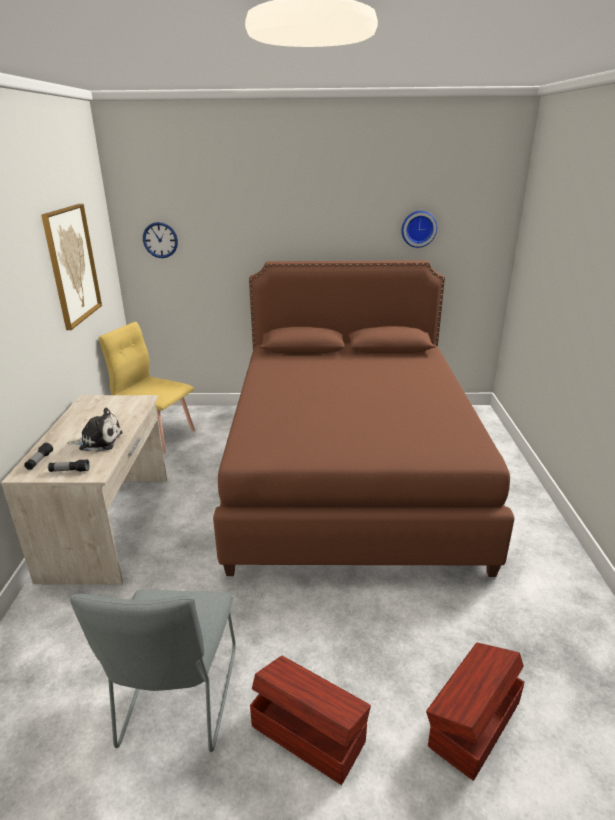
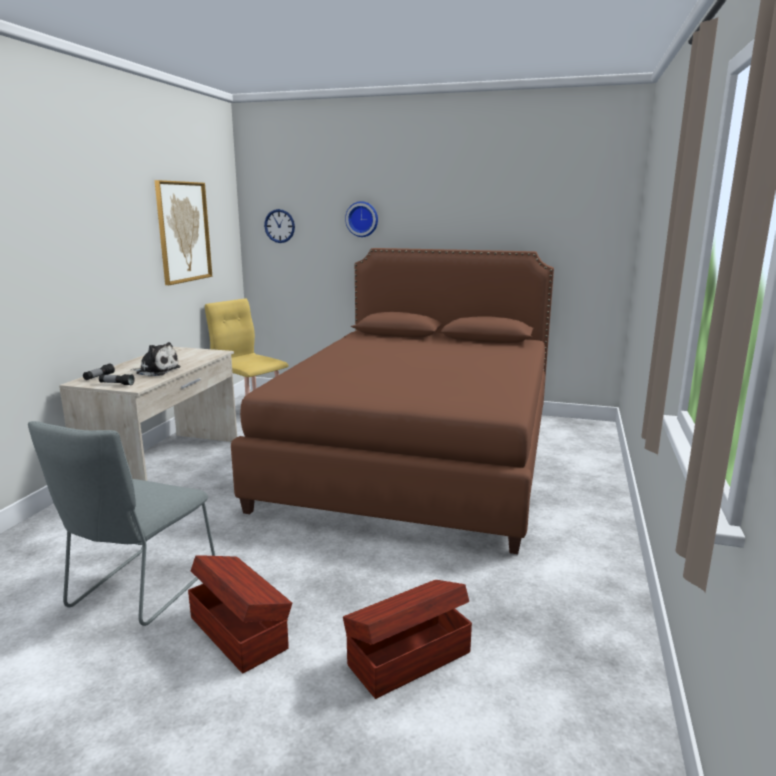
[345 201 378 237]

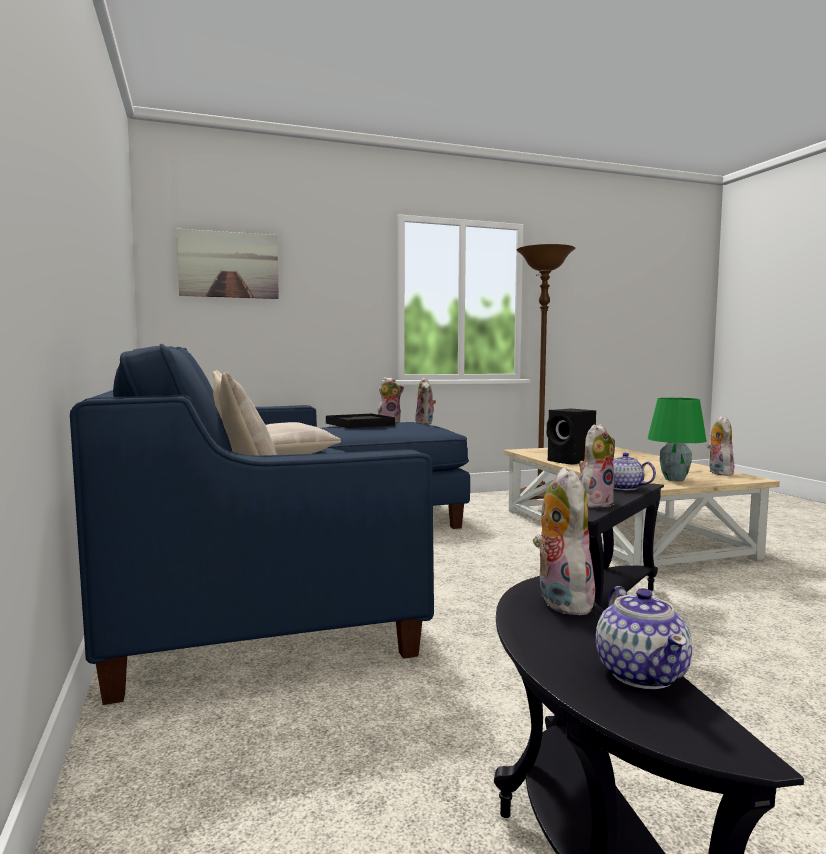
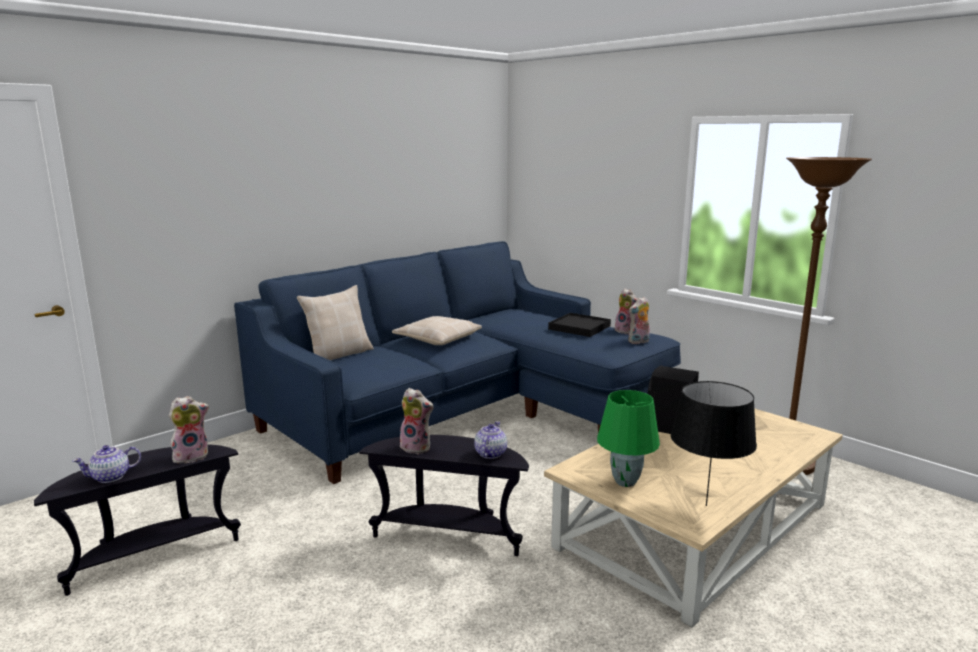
[177 229 279 299] (first image)
[671 381 757 506]

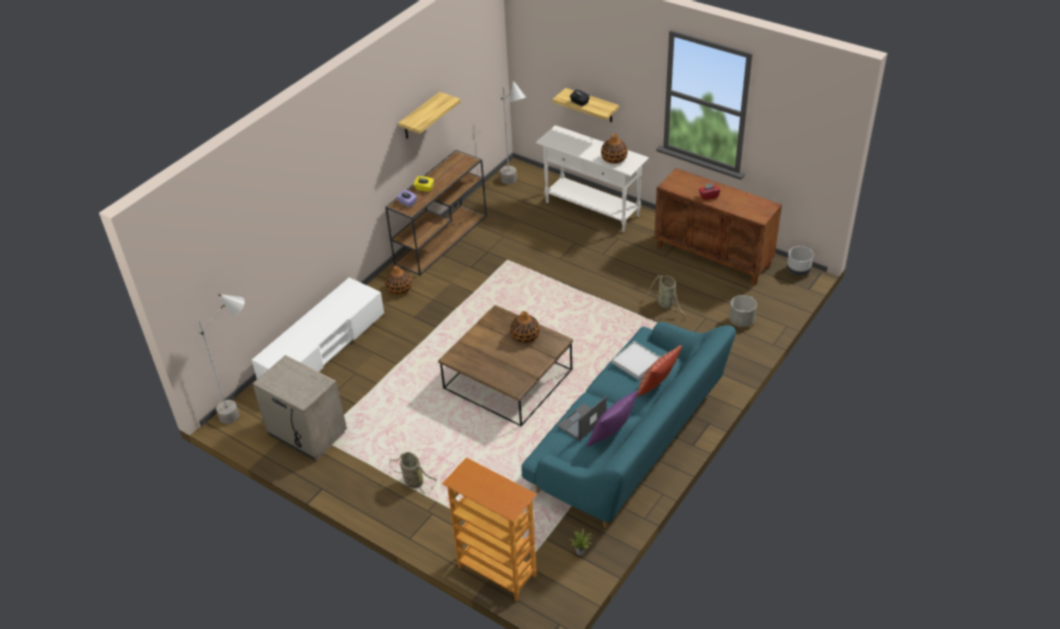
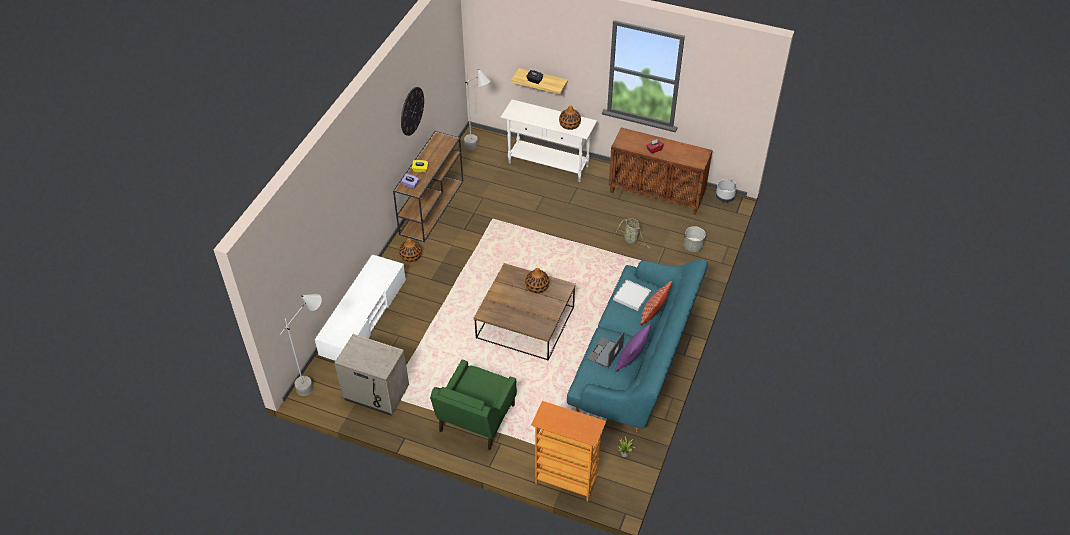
[401 87 424 136]
[430 360 517 450]

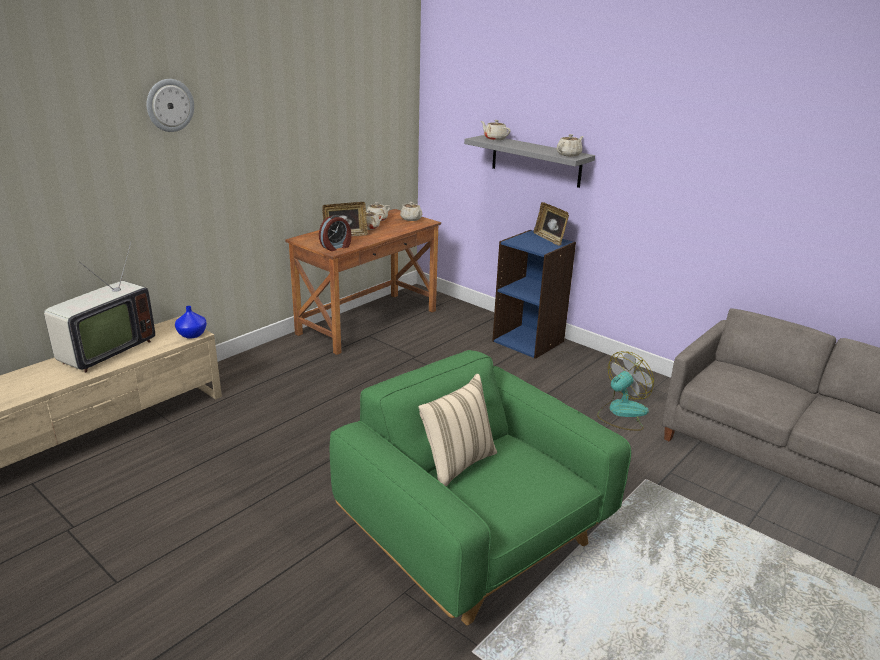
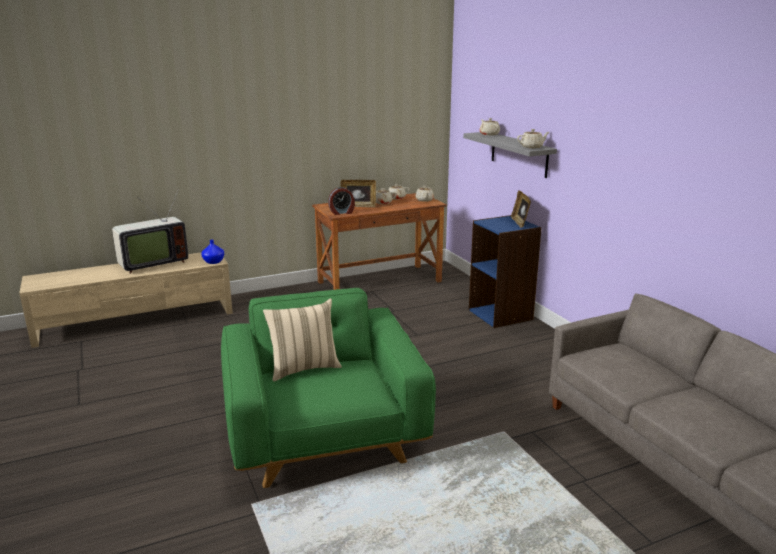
[146 79 194 132] (first image)
[597 351 654 431] (first image)

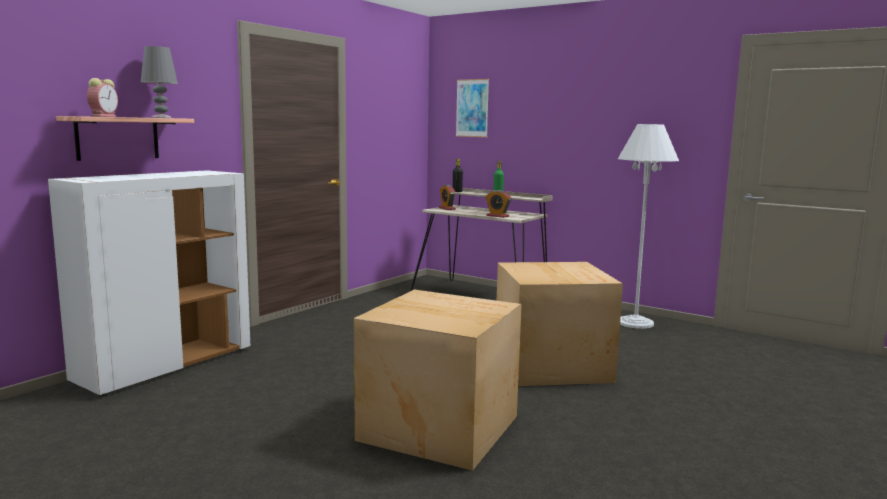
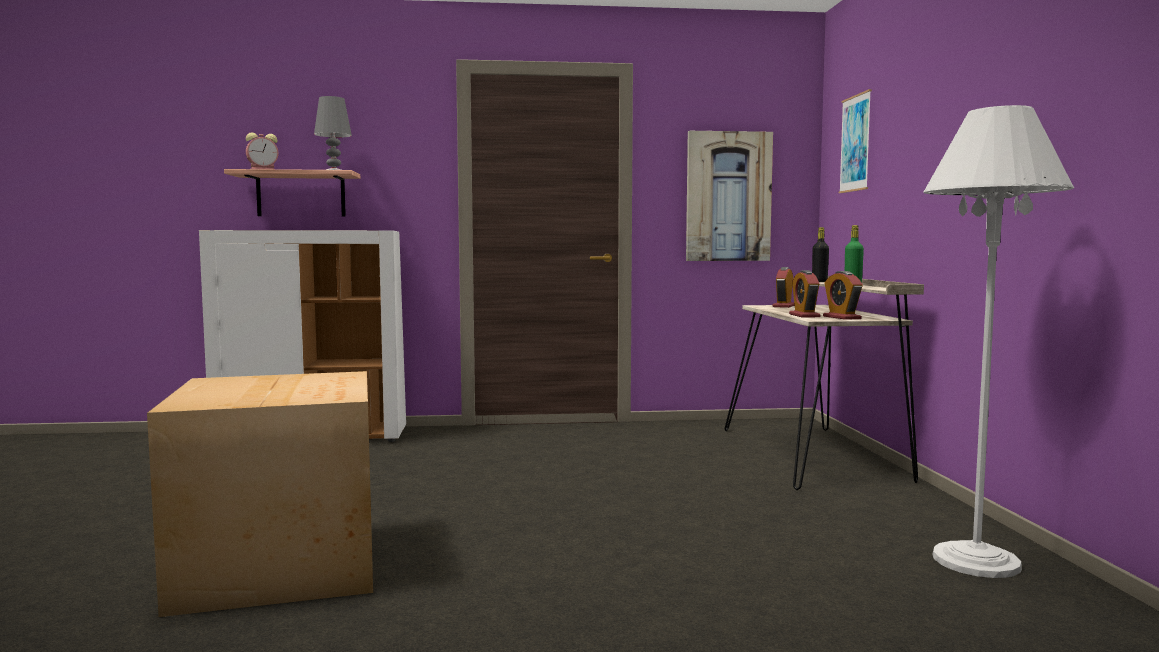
[496 262 623 386] (first image)
[686 131 773 261]
[823 271 863 320]

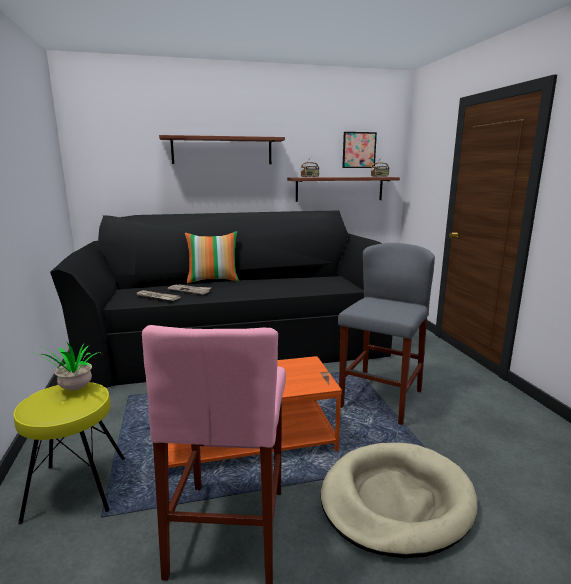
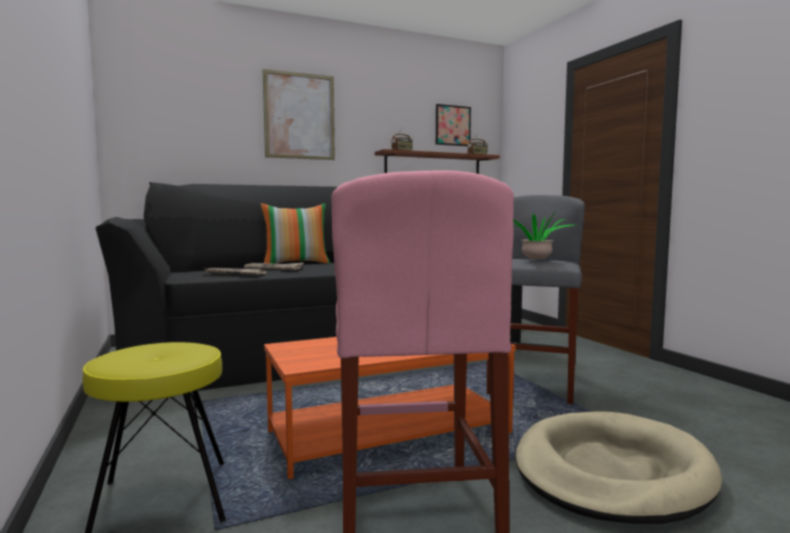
[263 69 335 160]
[513 213 573 261]

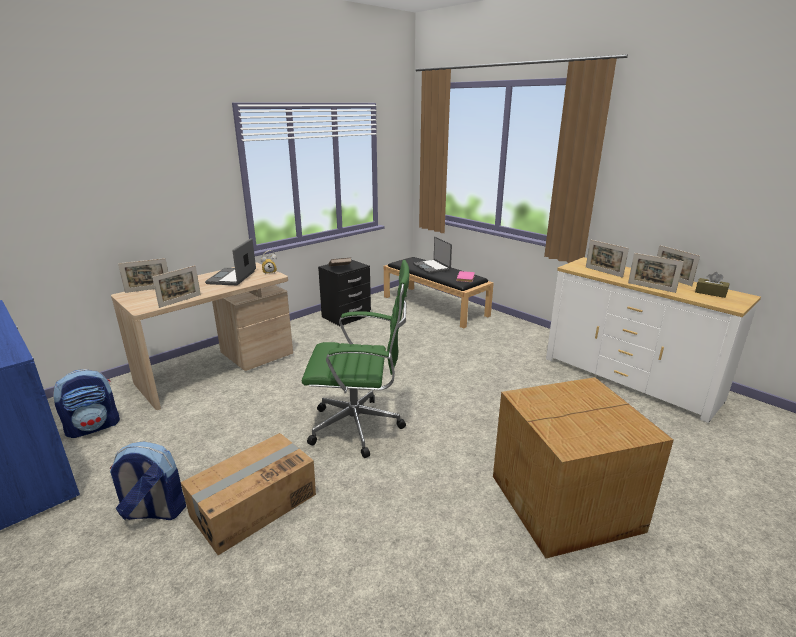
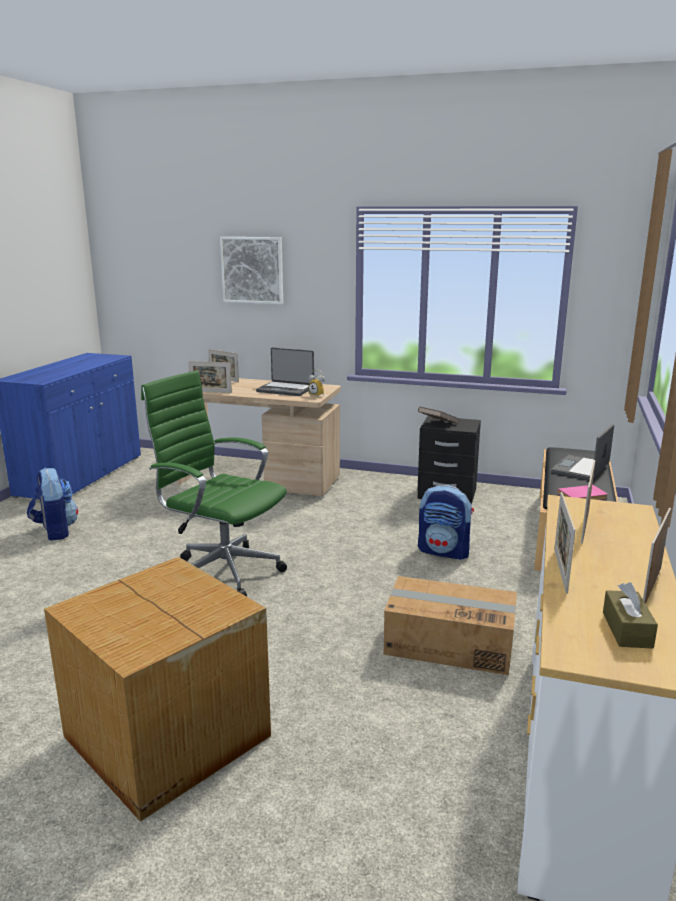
[256 348 314 396]
[141 371 287 597]
[418 485 474 560]
[383 576 517 675]
[220 237 283 304]

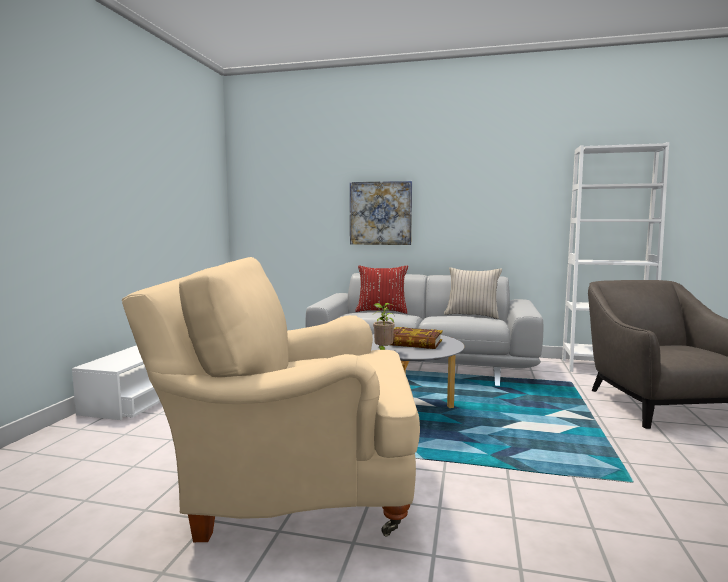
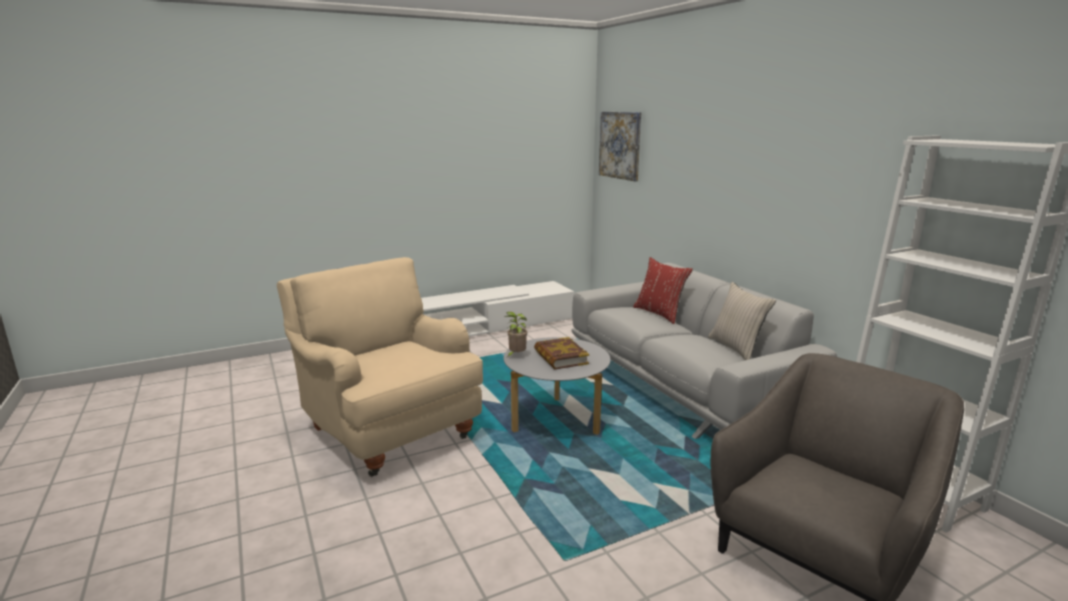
[599 112 641 181]

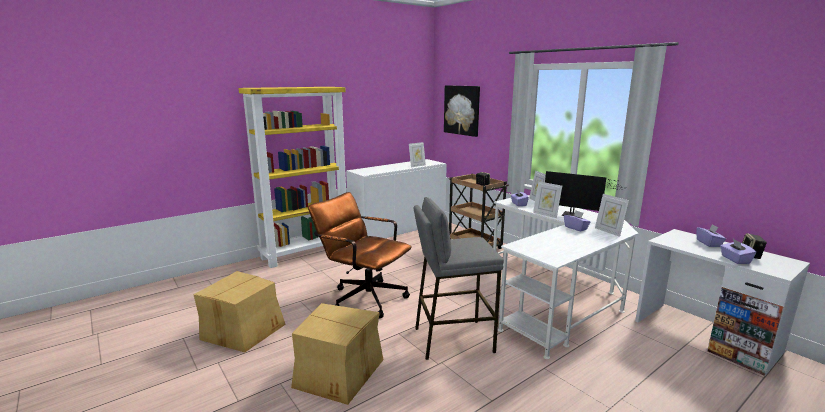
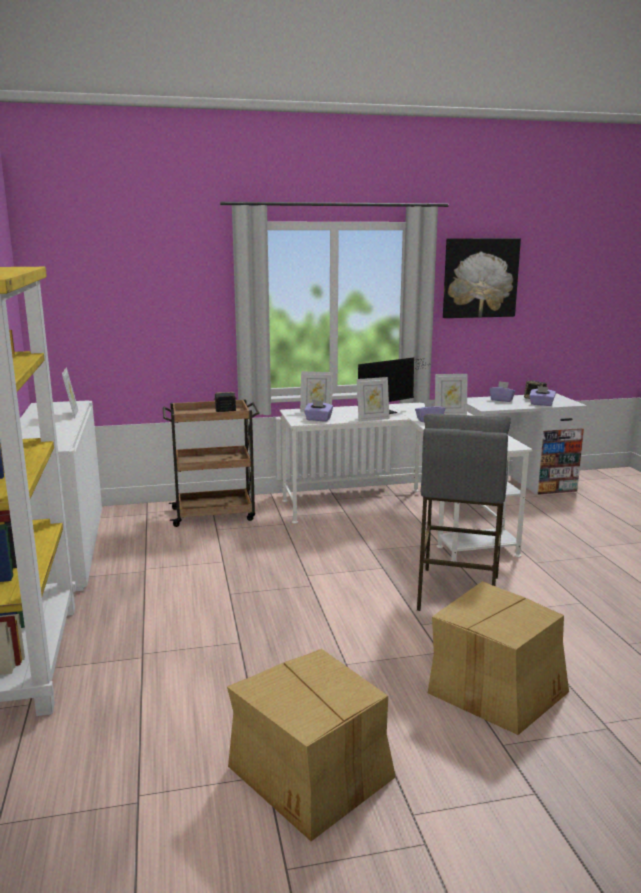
[443 238 521 318]
[308 192 412 318] (first image)

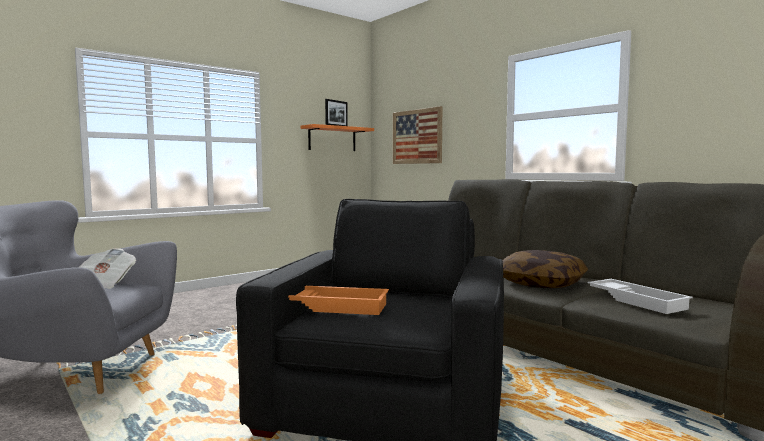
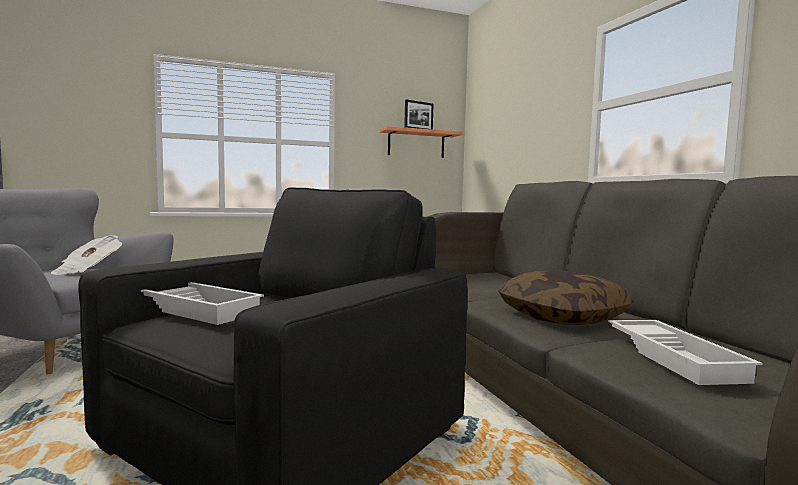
[393 106 442 164] (first image)
[141 282 264 325]

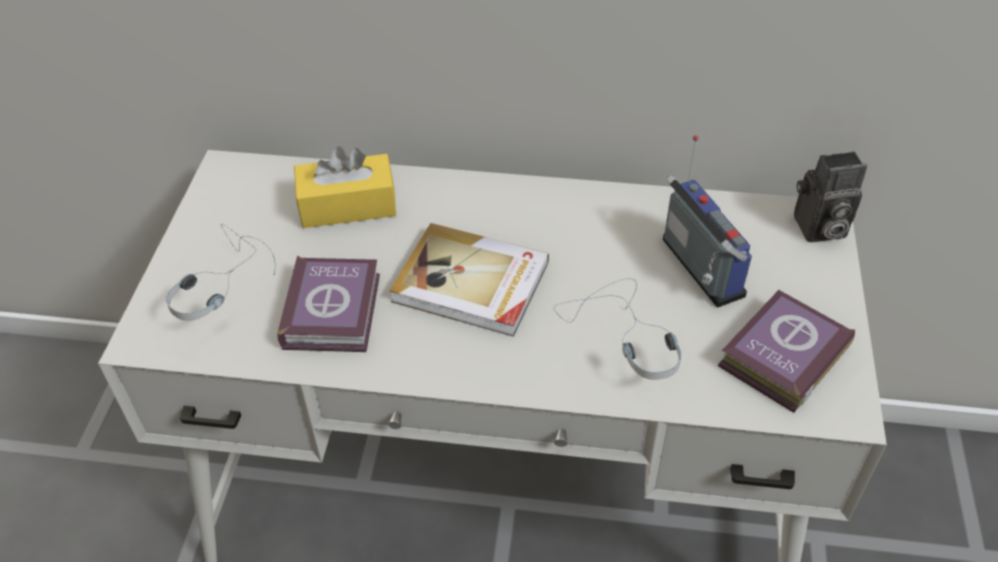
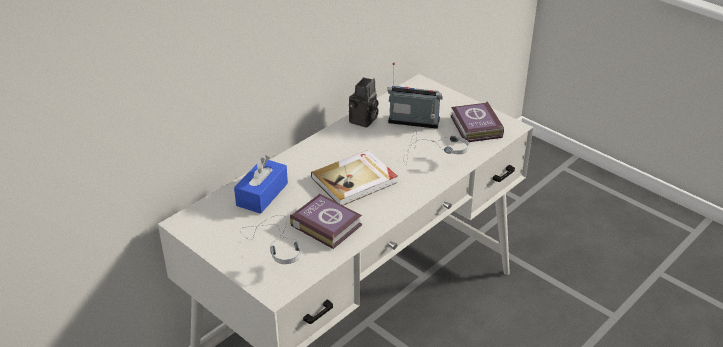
[234 155 288 214]
[349 77 379 128]

